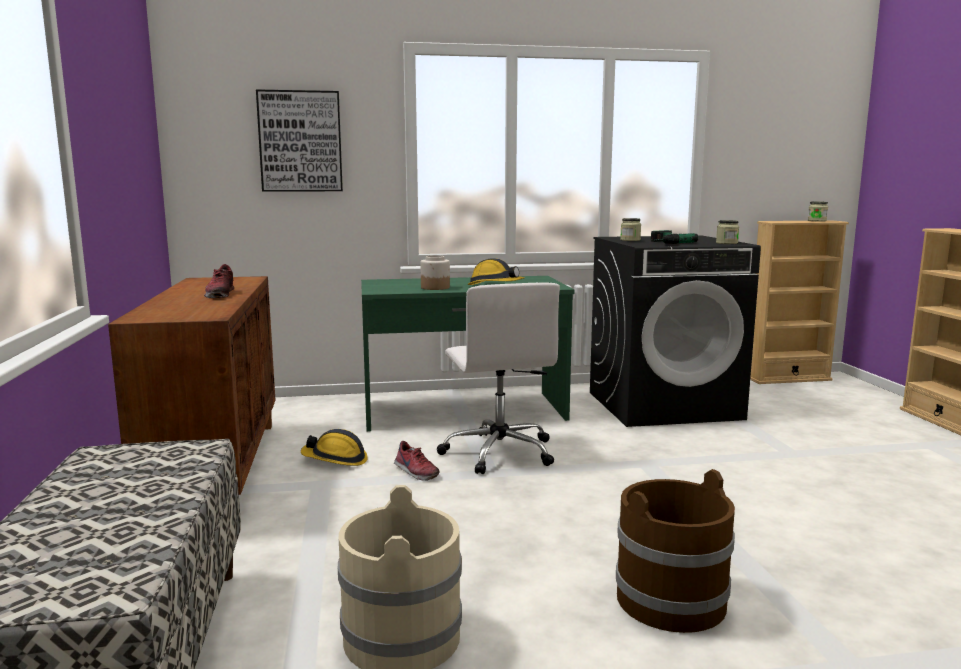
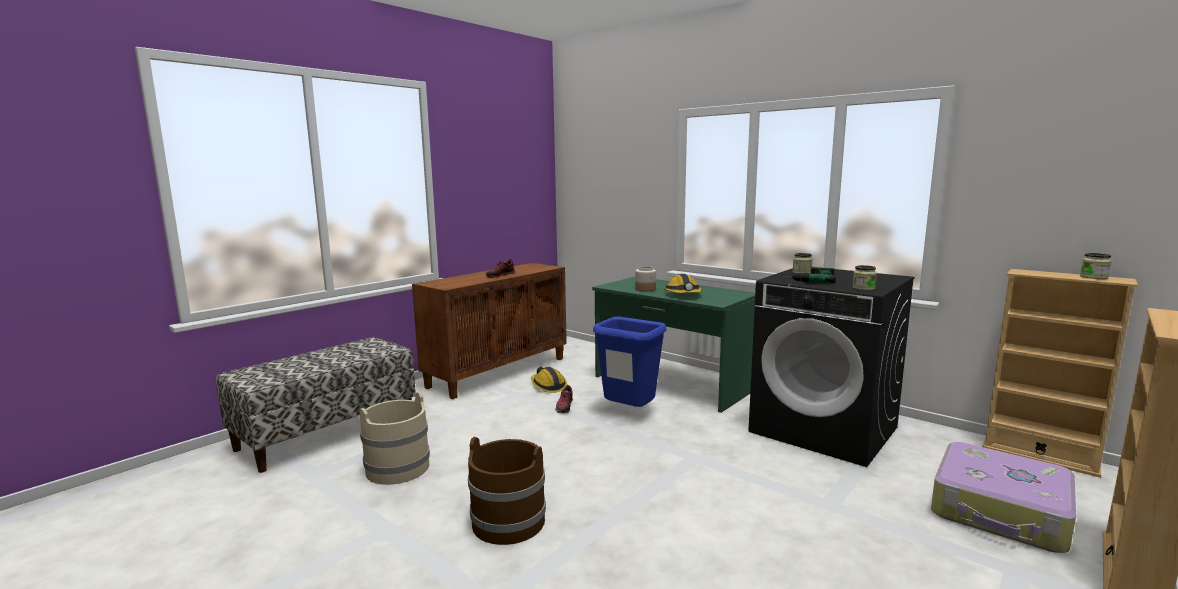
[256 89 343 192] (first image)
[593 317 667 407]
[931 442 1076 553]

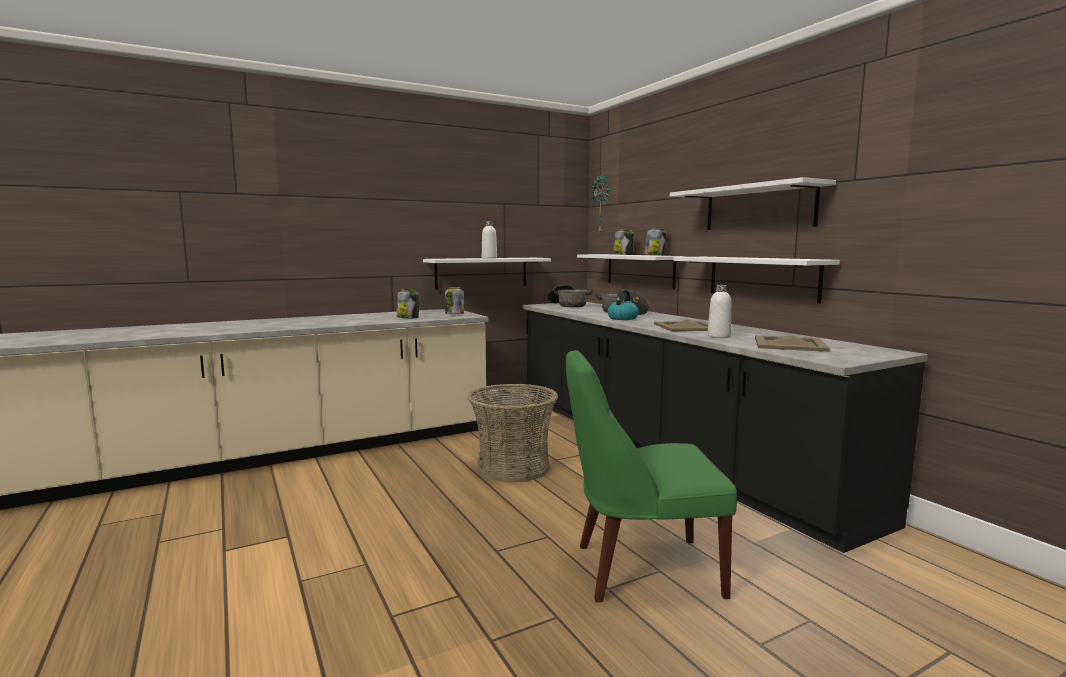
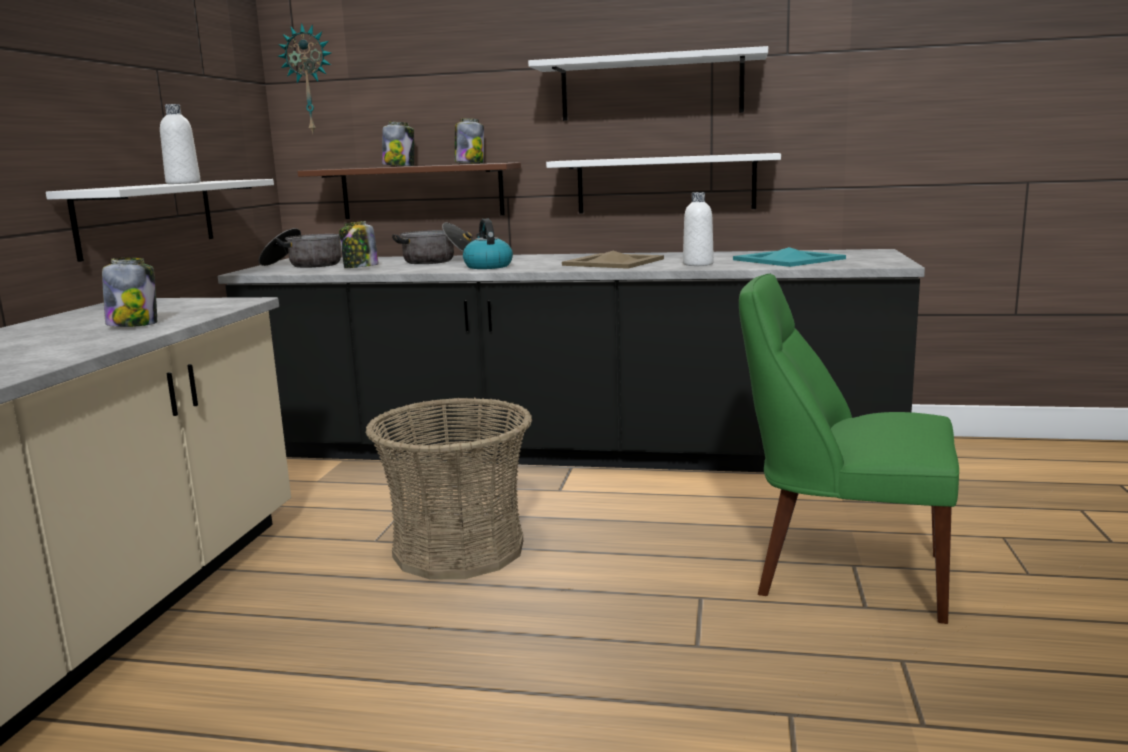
[298 162 521 219]
[339 221 379 268]
[733 247 846 267]
[739 274 959 624]

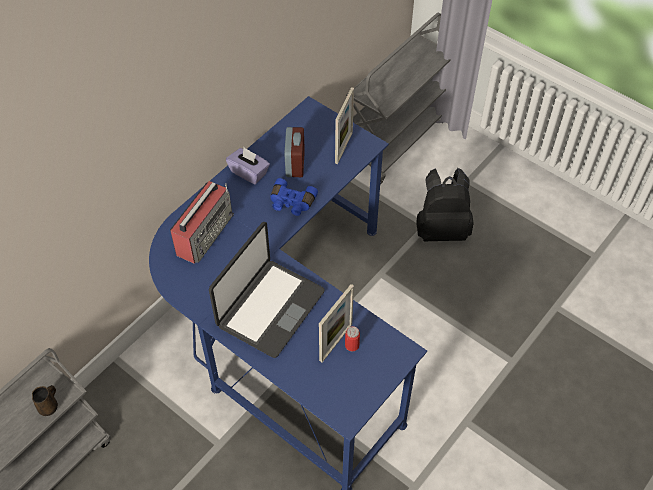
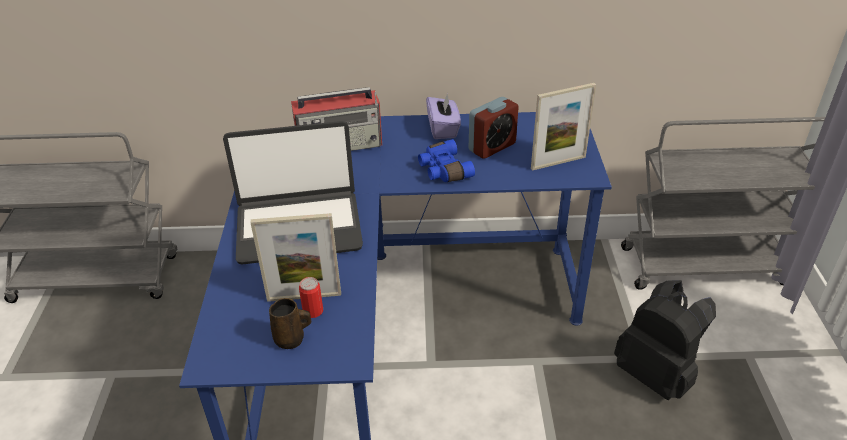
[269 298 311 349]

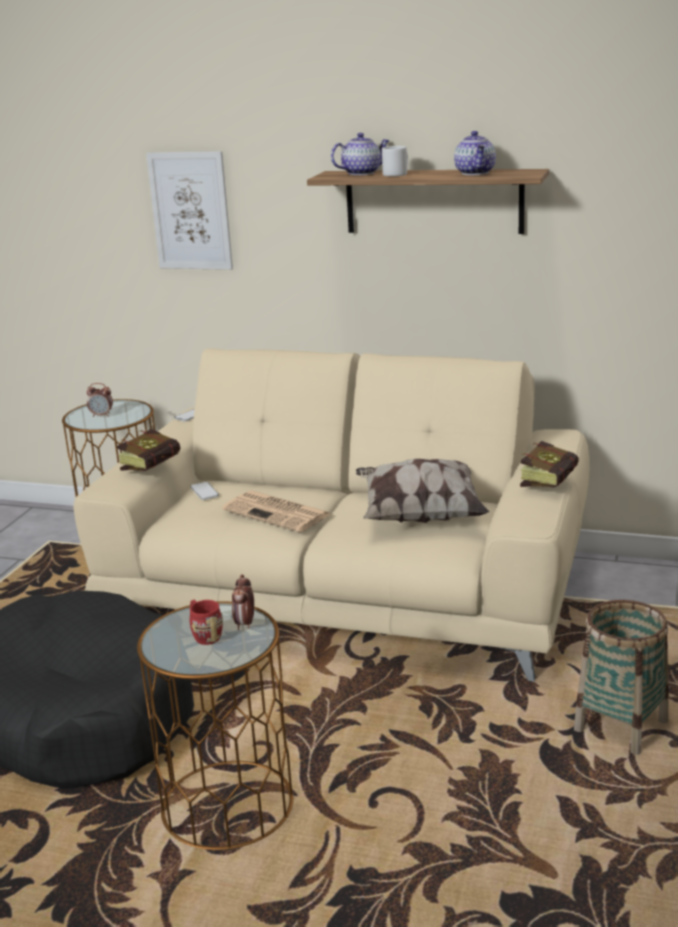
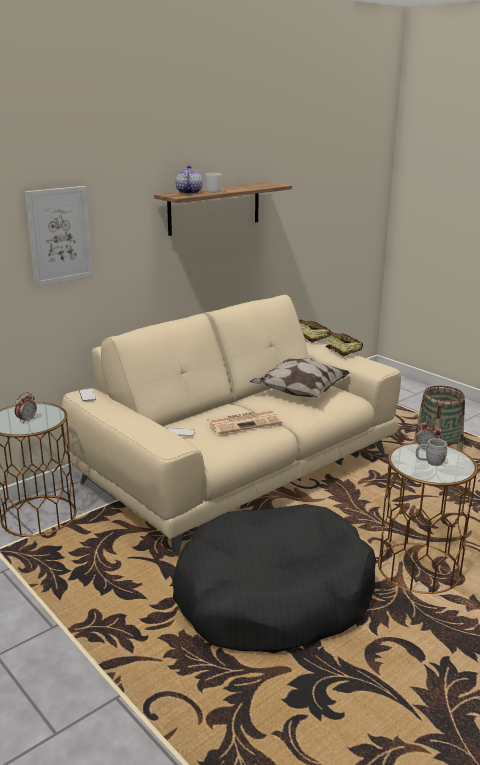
[454 131 496 175] (first image)
[299 320 331 343]
[416 439 447 466]

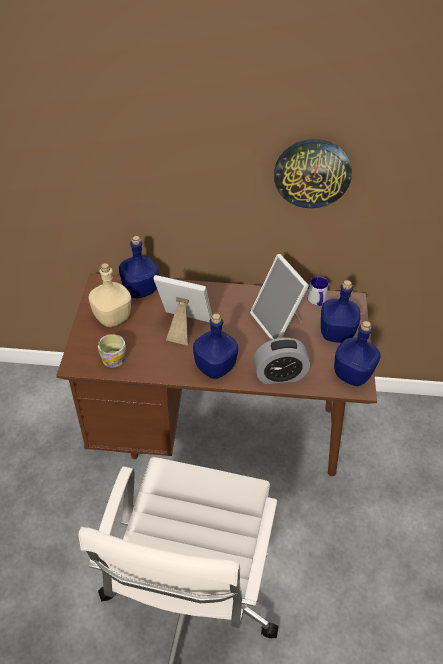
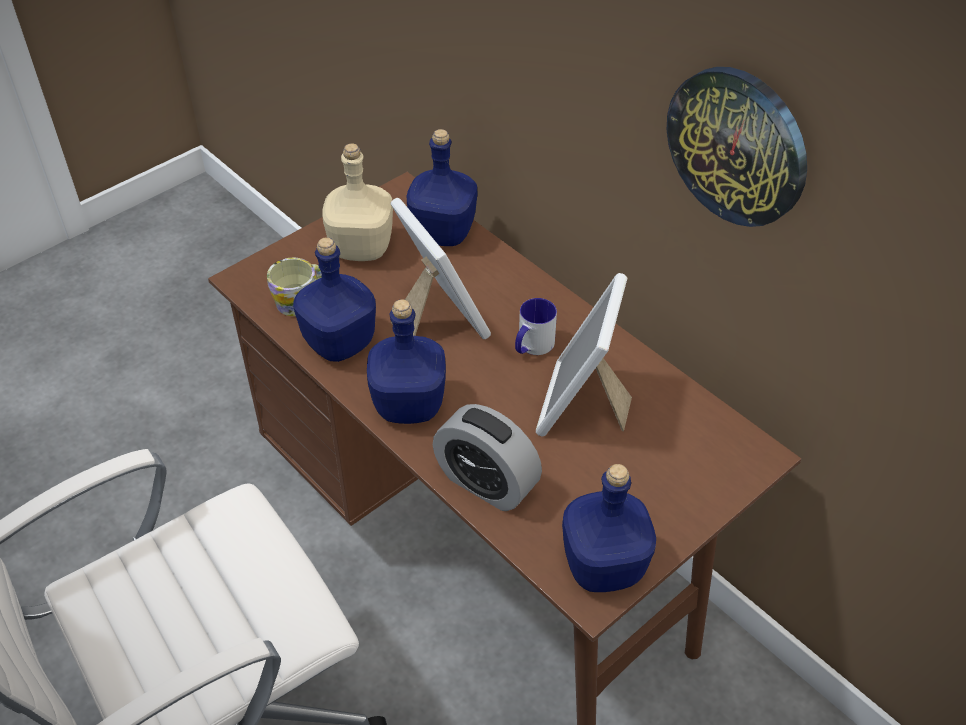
[515 298 557 355]
[293 237 376 362]

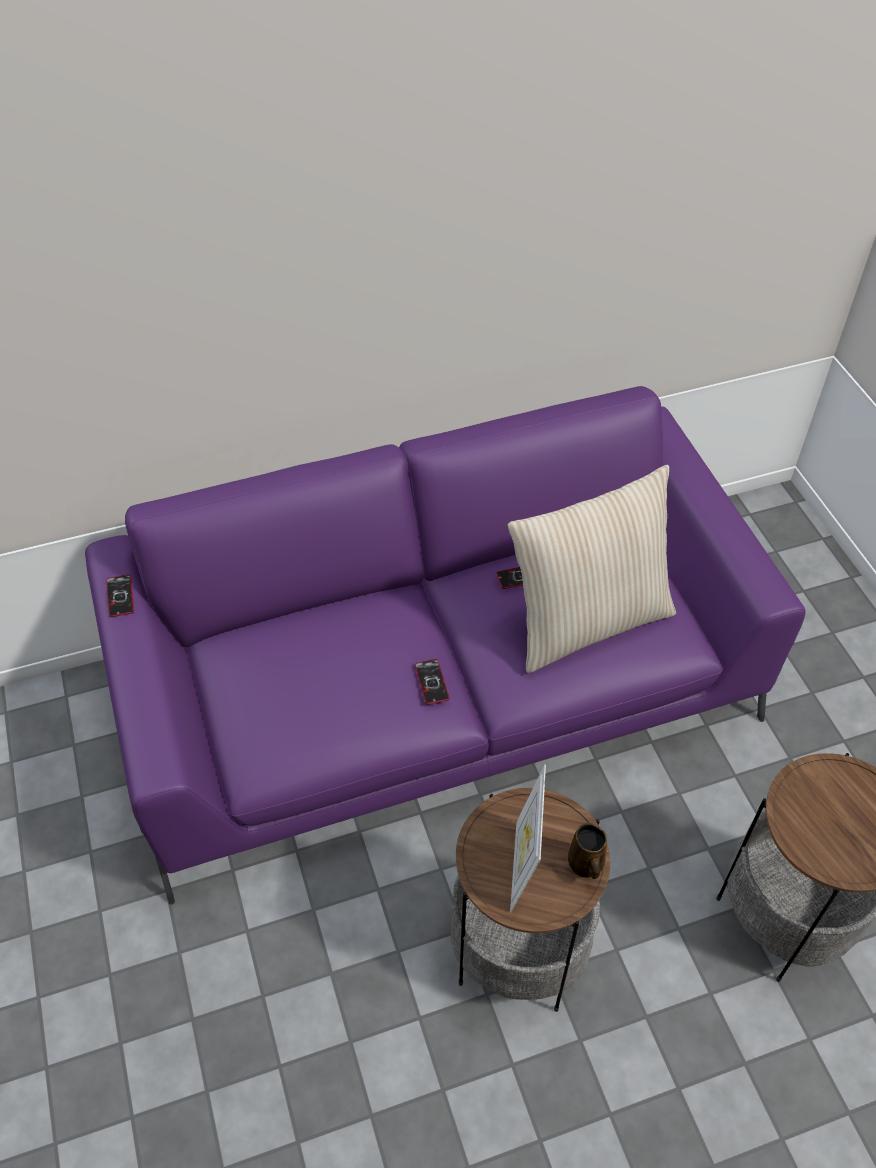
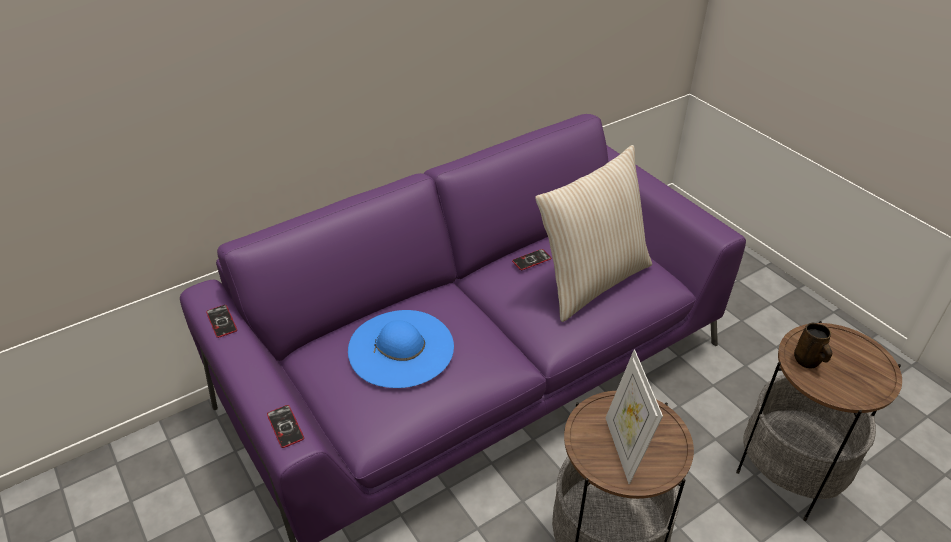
[267 405 304 448]
[794 323 832 368]
[348 310 454 388]

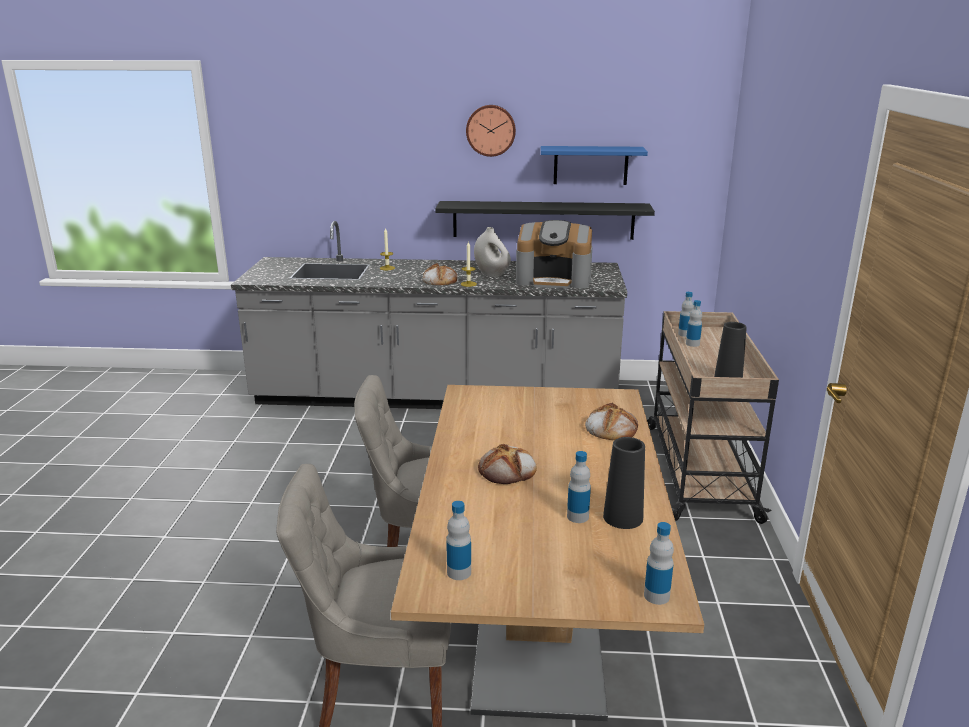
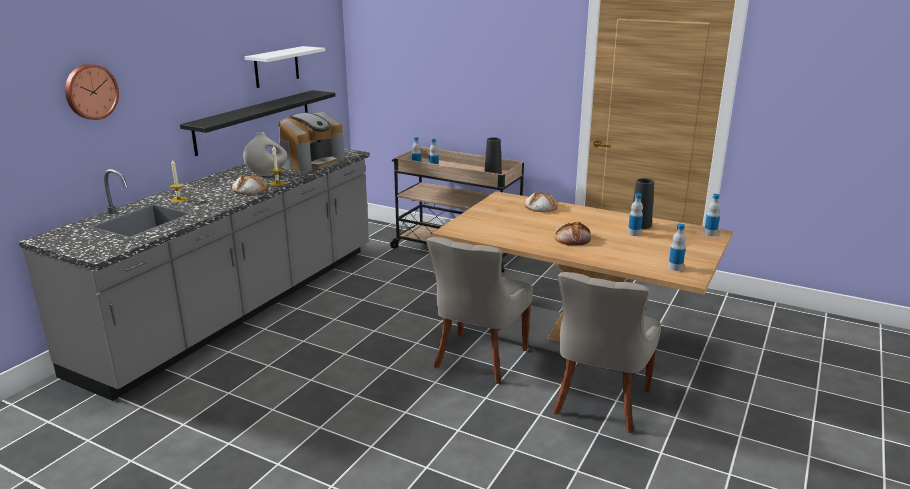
[65 64 119 120]
[245 46 325 88]

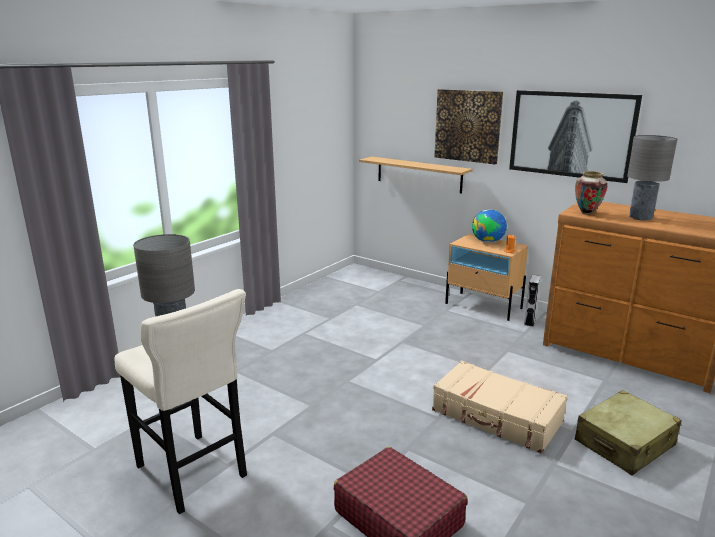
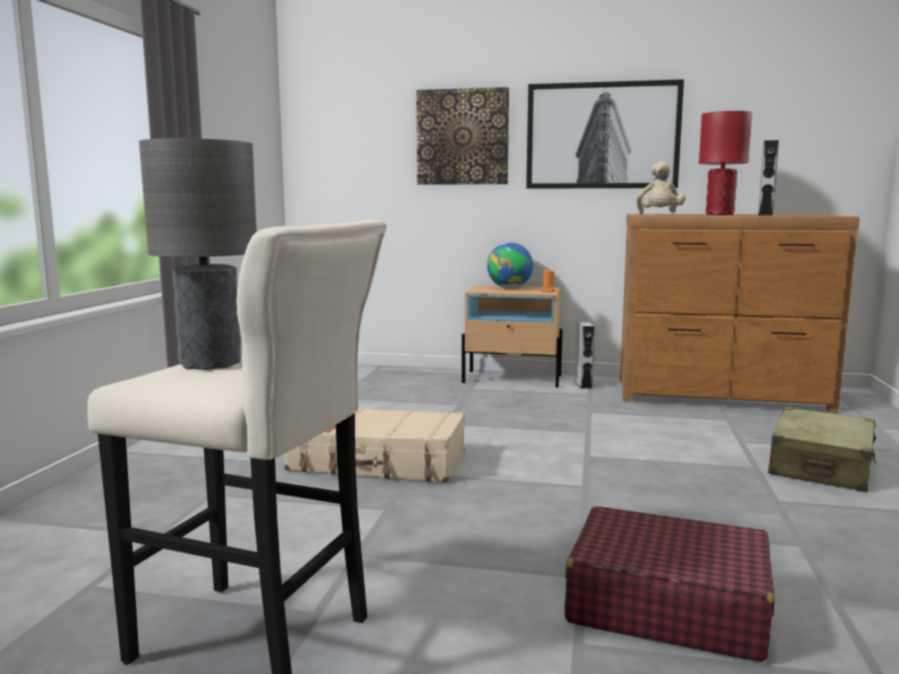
[699 111 752 215]
[359 157 472 194] (first image)
[636 161 686 214]
[284 408 465 483]
[758 140 779 216]

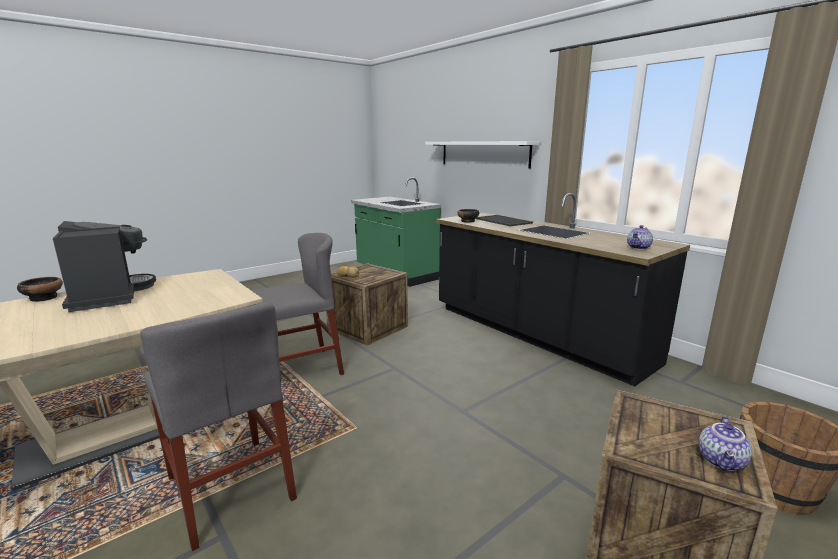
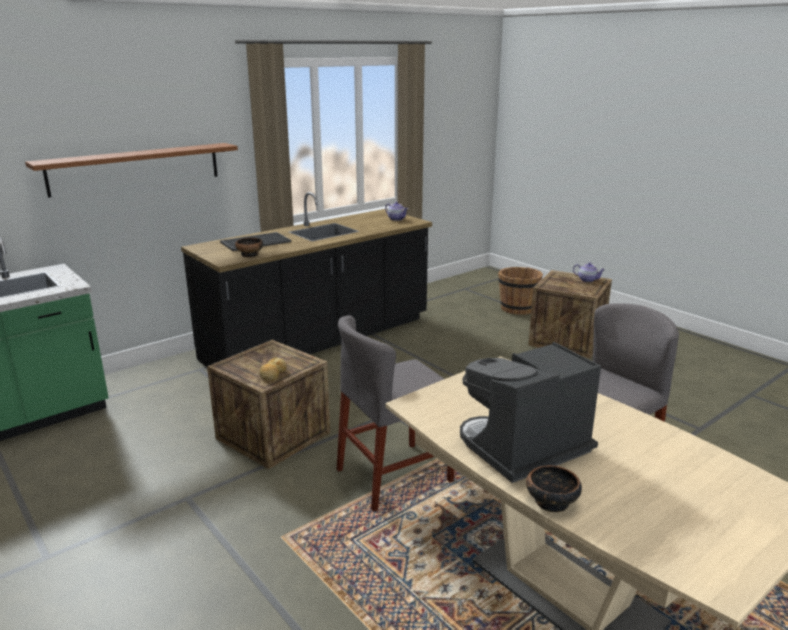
[25 143 238 198]
[337 315 454 512]

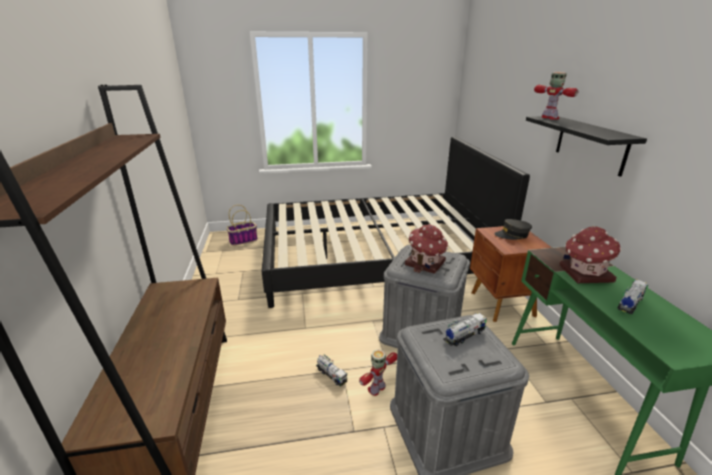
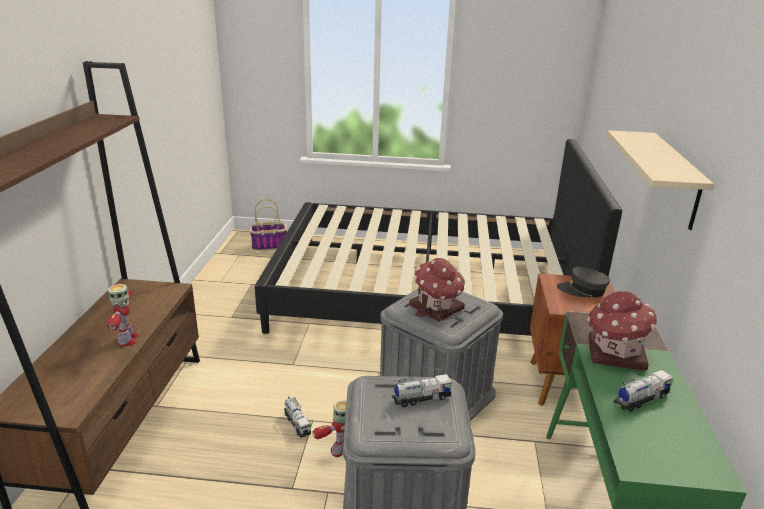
[107 284 139 346]
[607 130 714 230]

